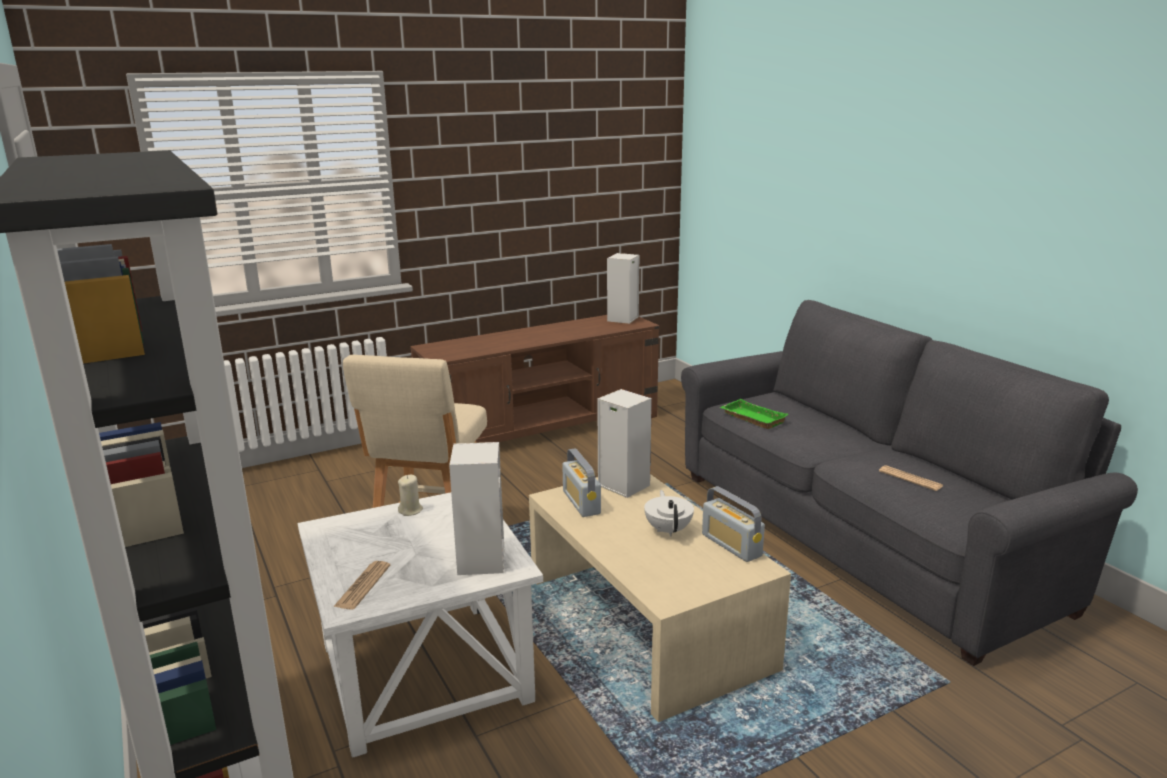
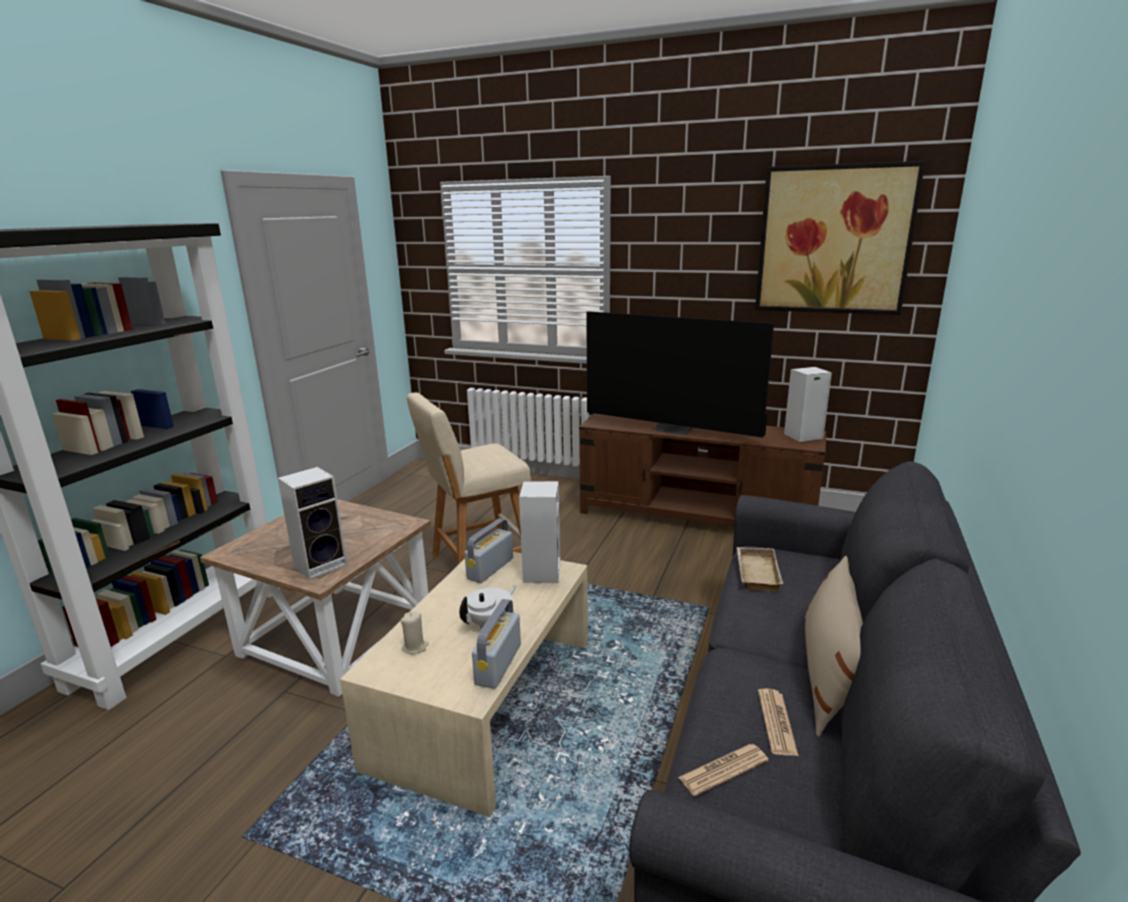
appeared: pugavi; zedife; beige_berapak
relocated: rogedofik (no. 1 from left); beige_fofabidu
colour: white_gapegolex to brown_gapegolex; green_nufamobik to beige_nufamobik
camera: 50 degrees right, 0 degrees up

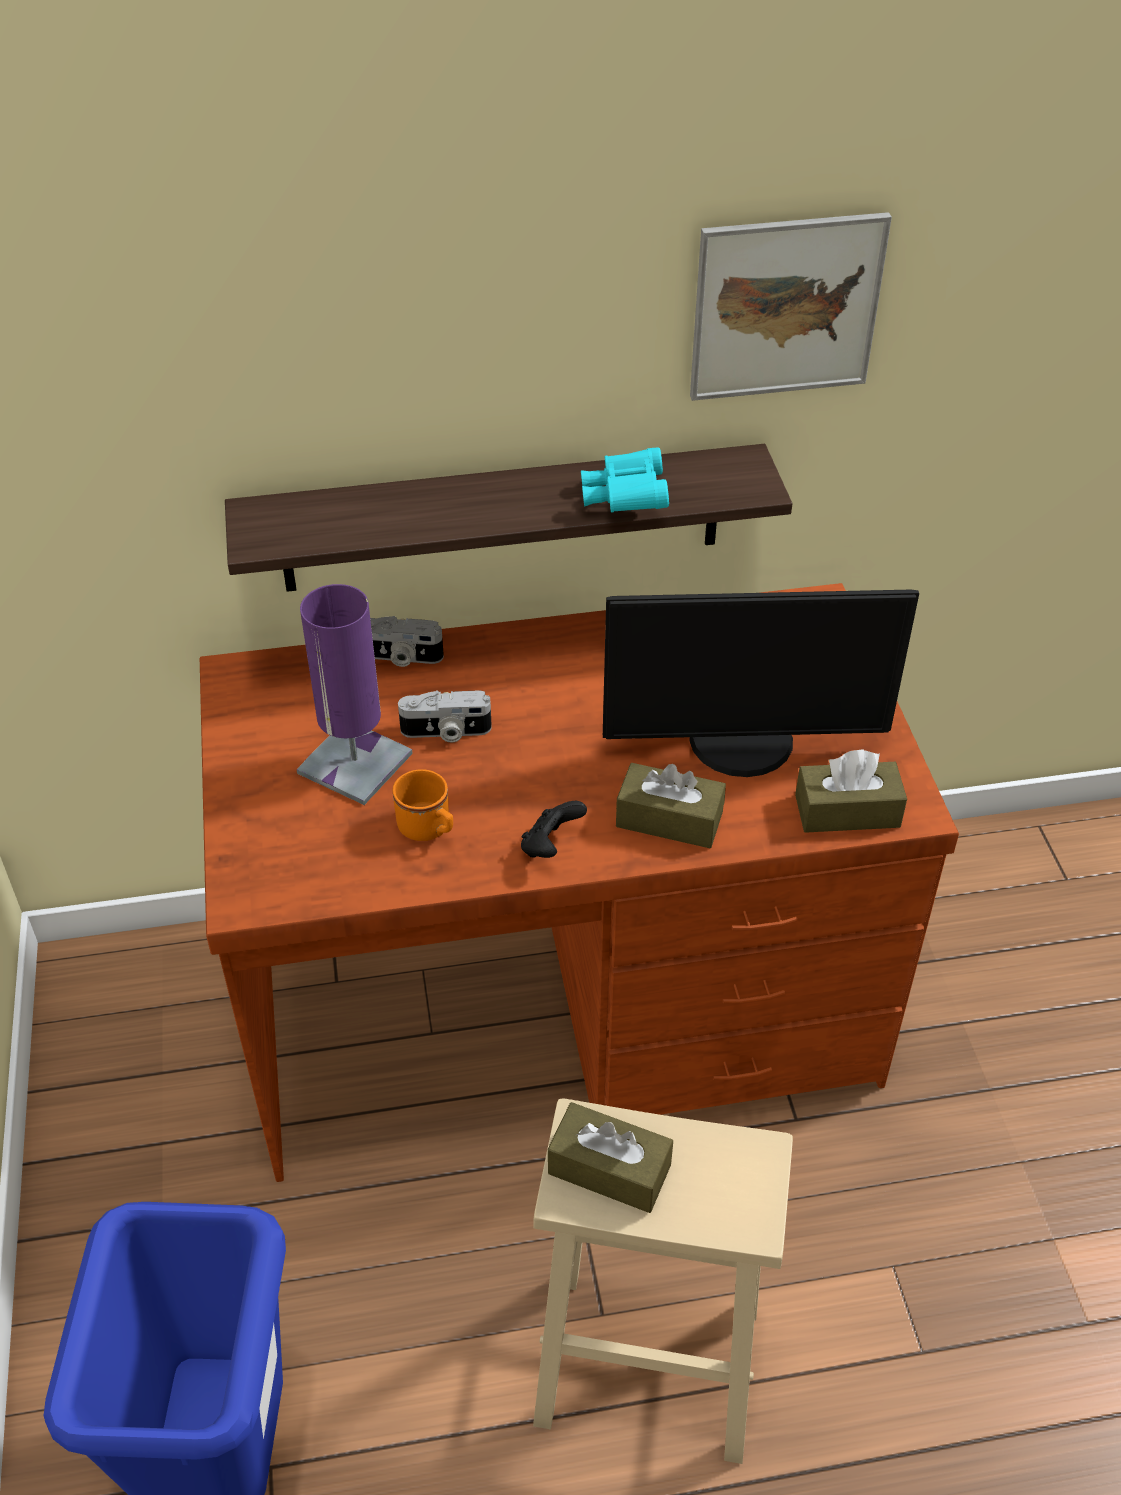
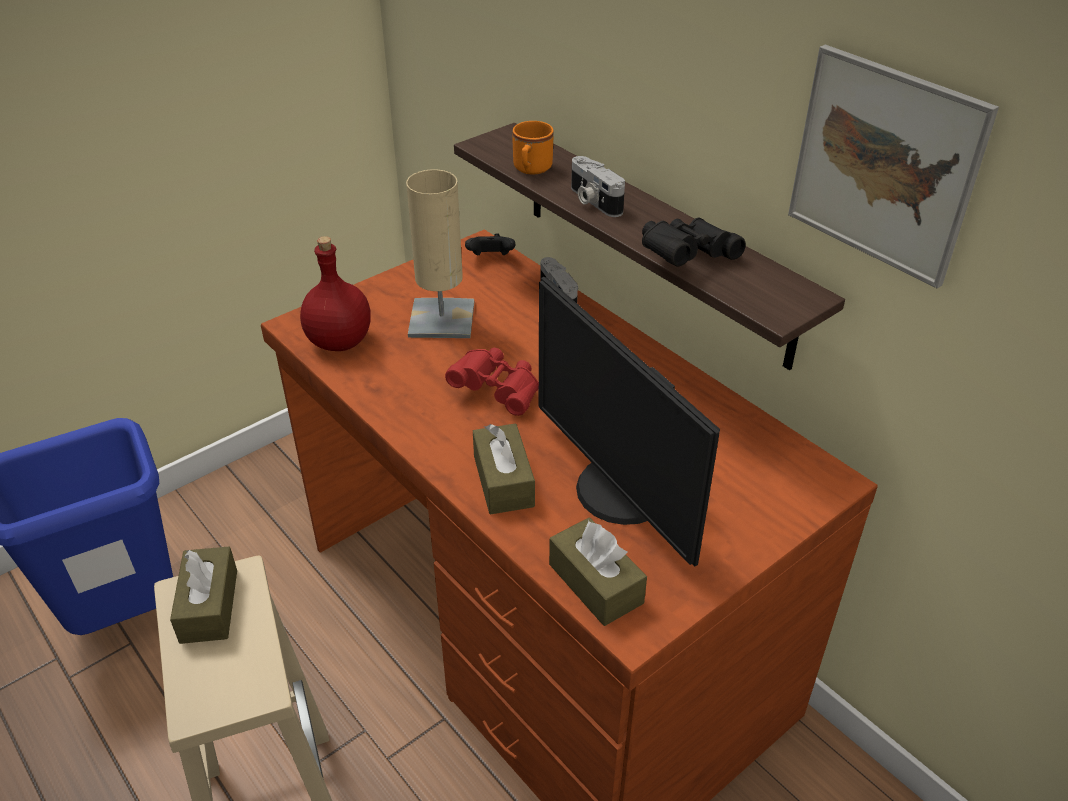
appeared: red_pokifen; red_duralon
relocated: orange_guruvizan; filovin (no. 2 from left); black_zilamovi
colour: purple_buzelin to beige_buzelin; turquoise_duralon to black_duralon
camera: 60 degrees right, 5 degrees down

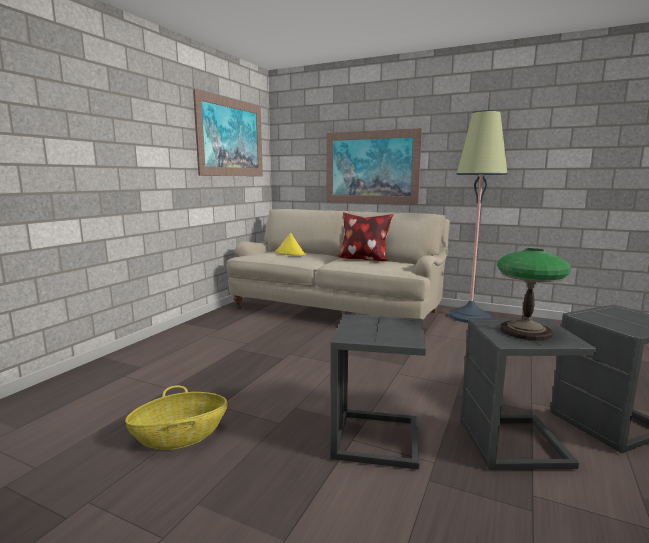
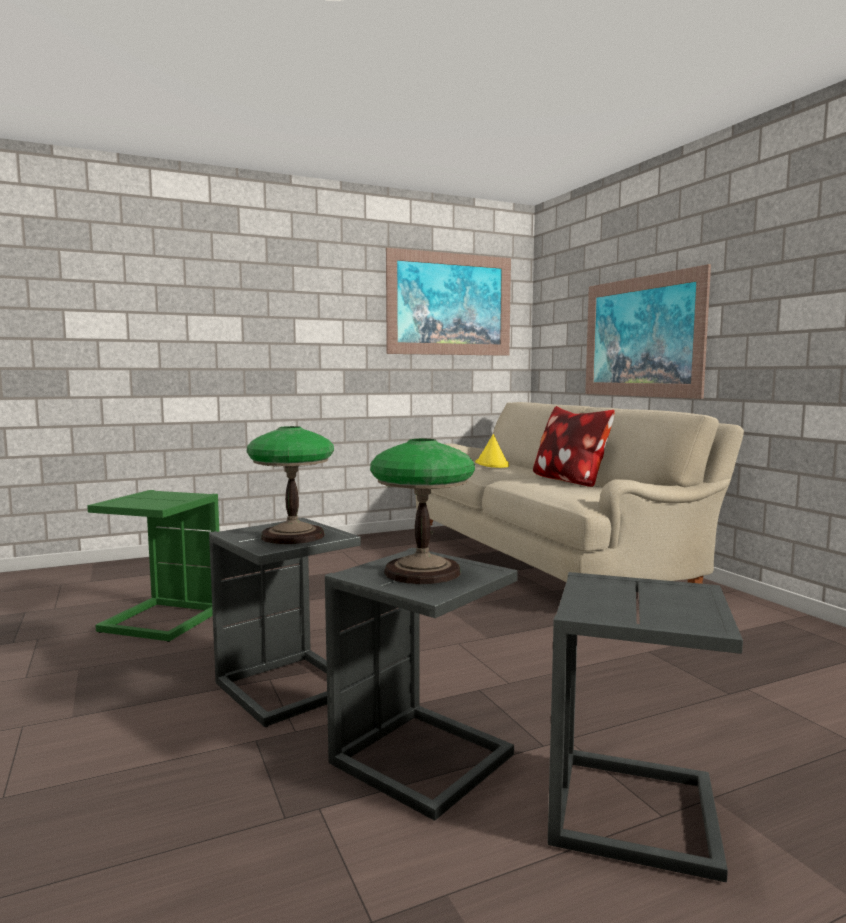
missing: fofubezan
appeared: buzelin (no. 1 from left)
exchanged: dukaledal to green_gapegolex
camera: 40 degrees right, 5 degrees down

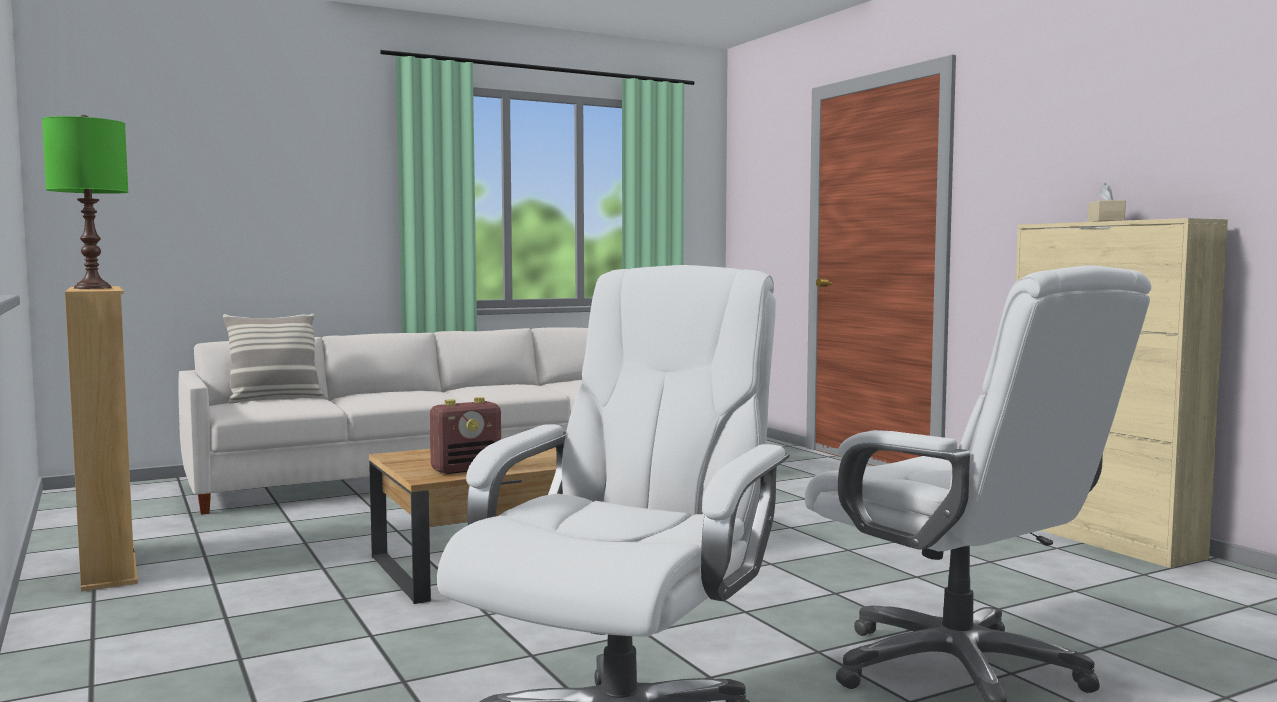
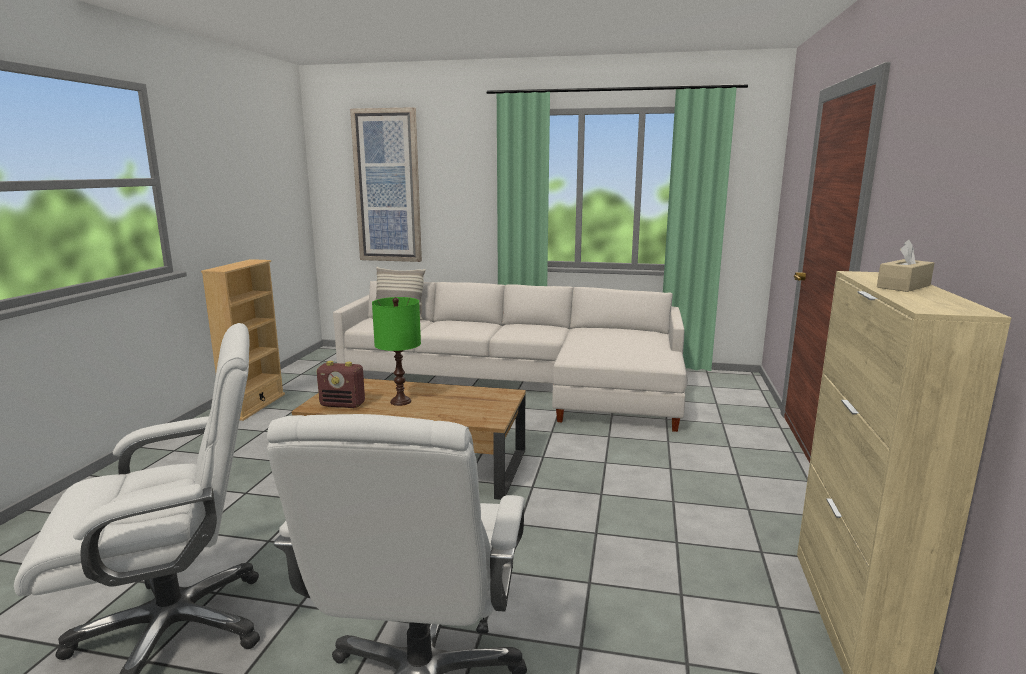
appeared: zedife
relocated: green_buzelin
camera: 40 degrees right, 10 degrees up

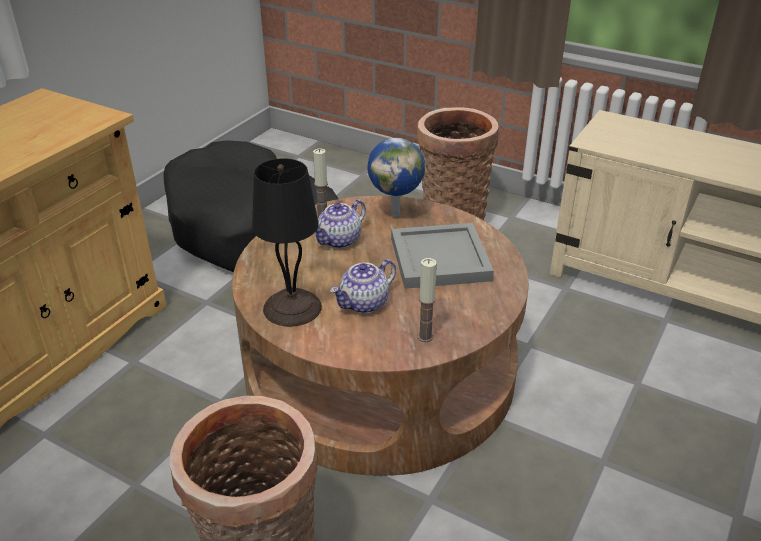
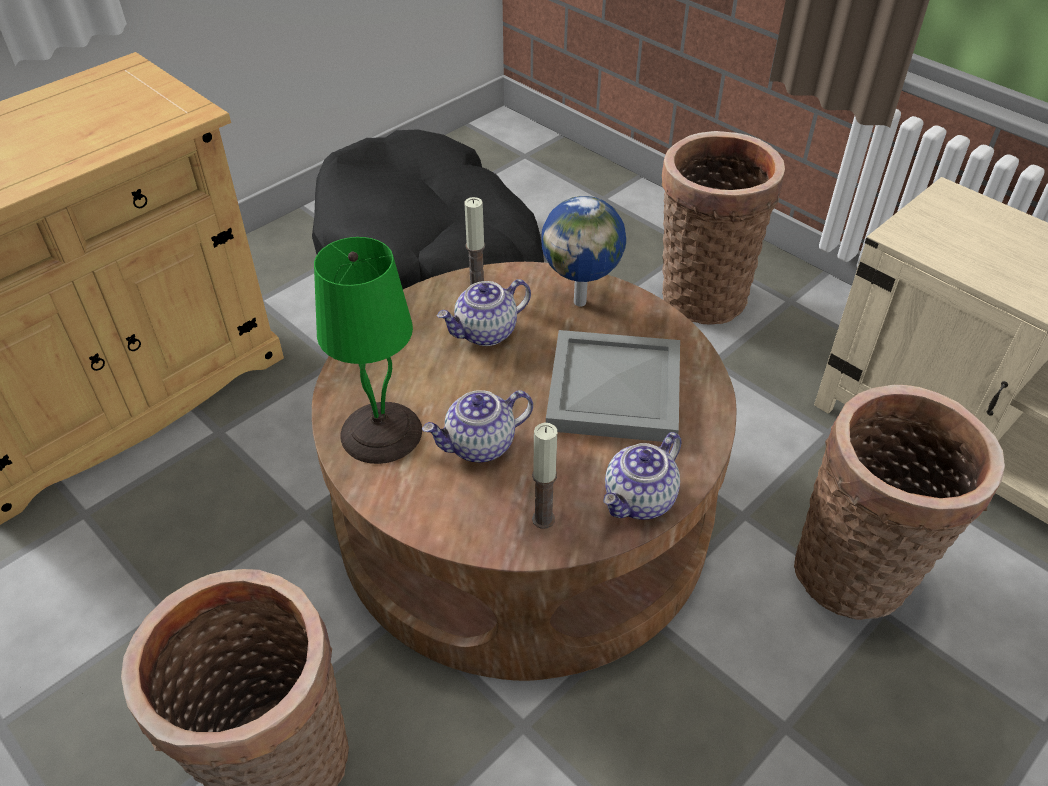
appeared: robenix (no. 3 from left); dukaledal (no. 3 from left)
colour: black_buzelin to green_buzelin
camera: 15 degrees right, 10 degrees up

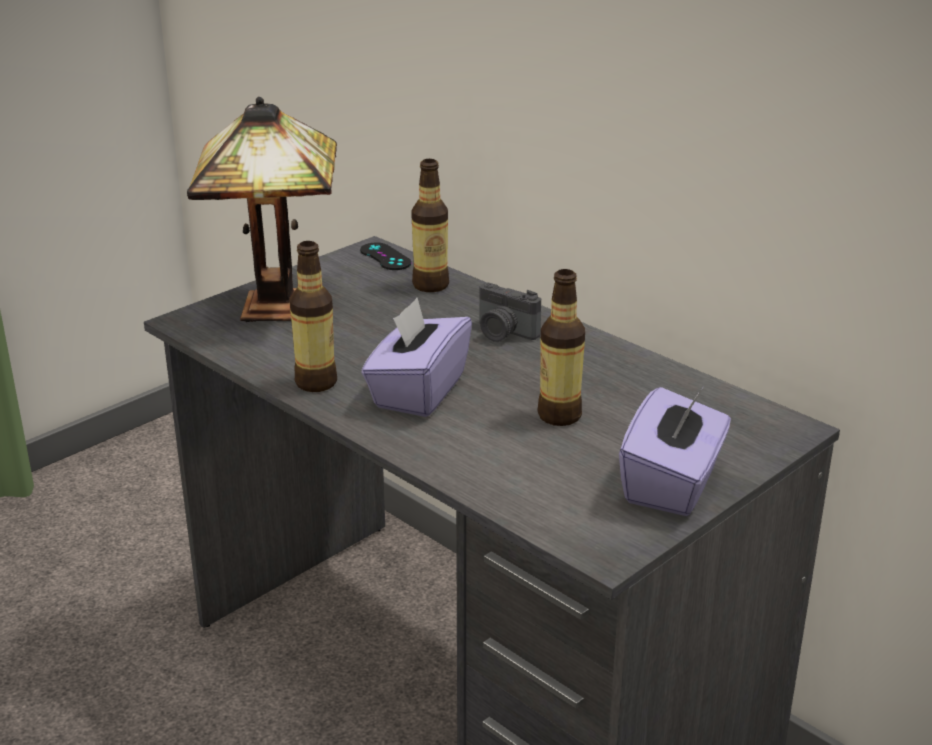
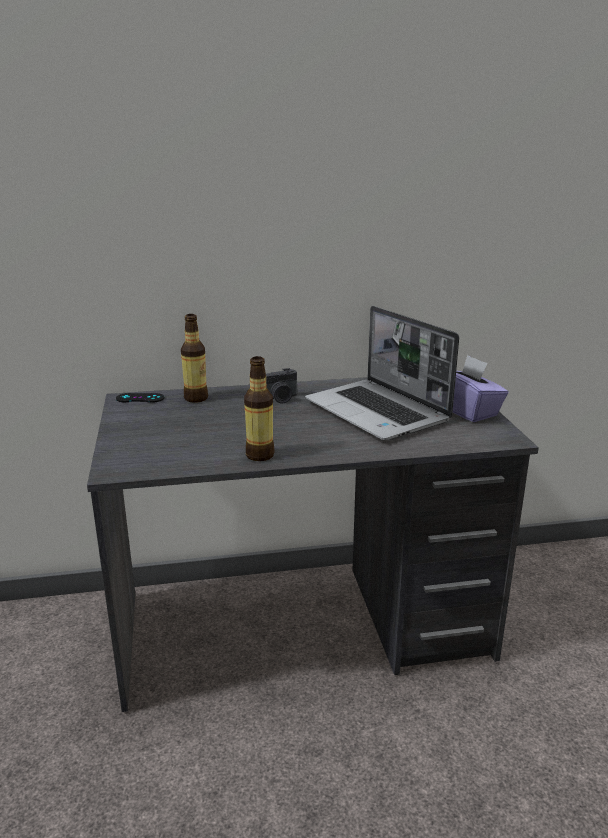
missing: buzelin; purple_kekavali (no. 1 from left)
exchanged: pokifen (no. 3 from left) to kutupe
camera: 55 degrees left, 5 degrees down

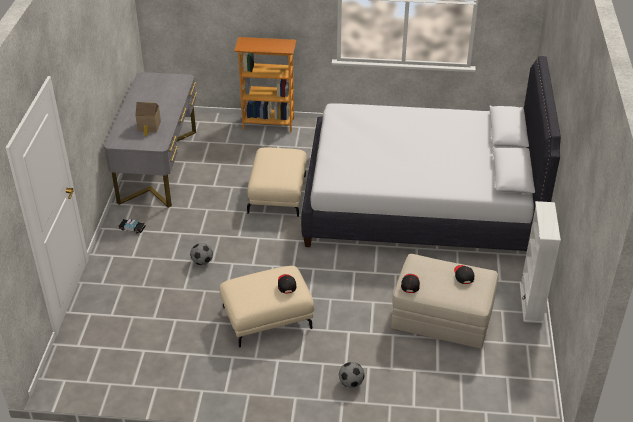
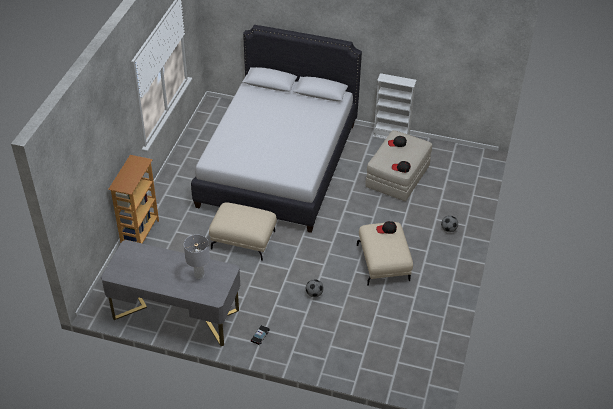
exchanged: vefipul to grey_buzelin
camera: 80 degrees left, 5 degrees up

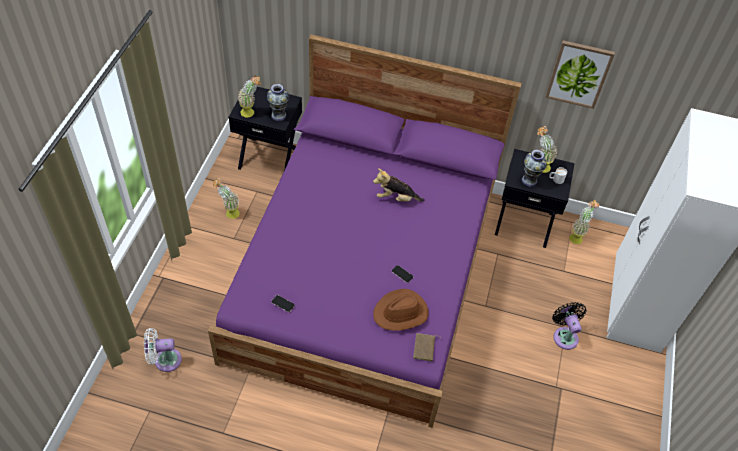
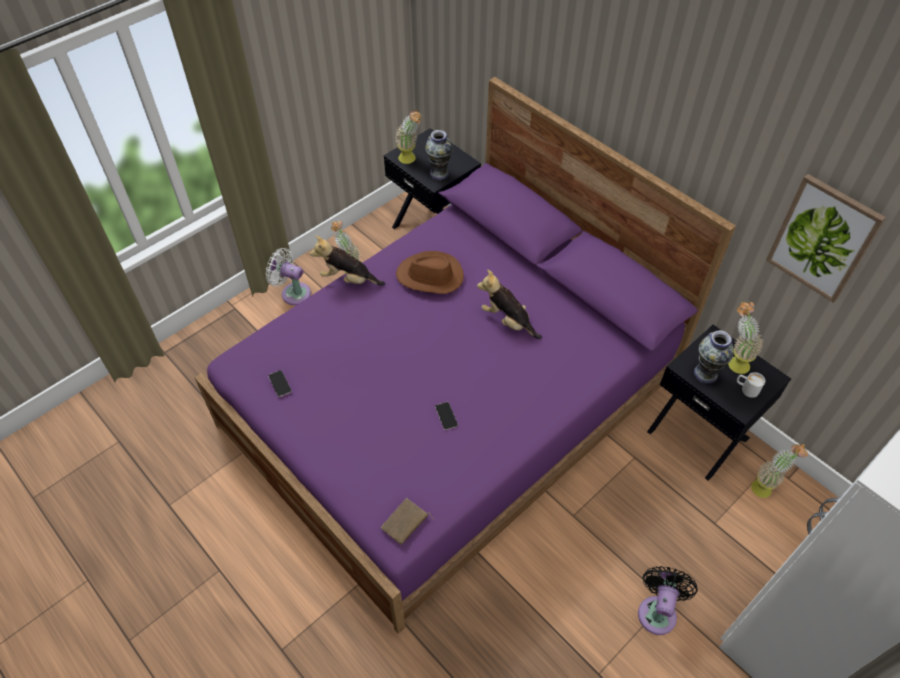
appeared: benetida (no. 1 from left)
relocated: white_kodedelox; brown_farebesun
camera: 35 degrees right, 0 degrees up

